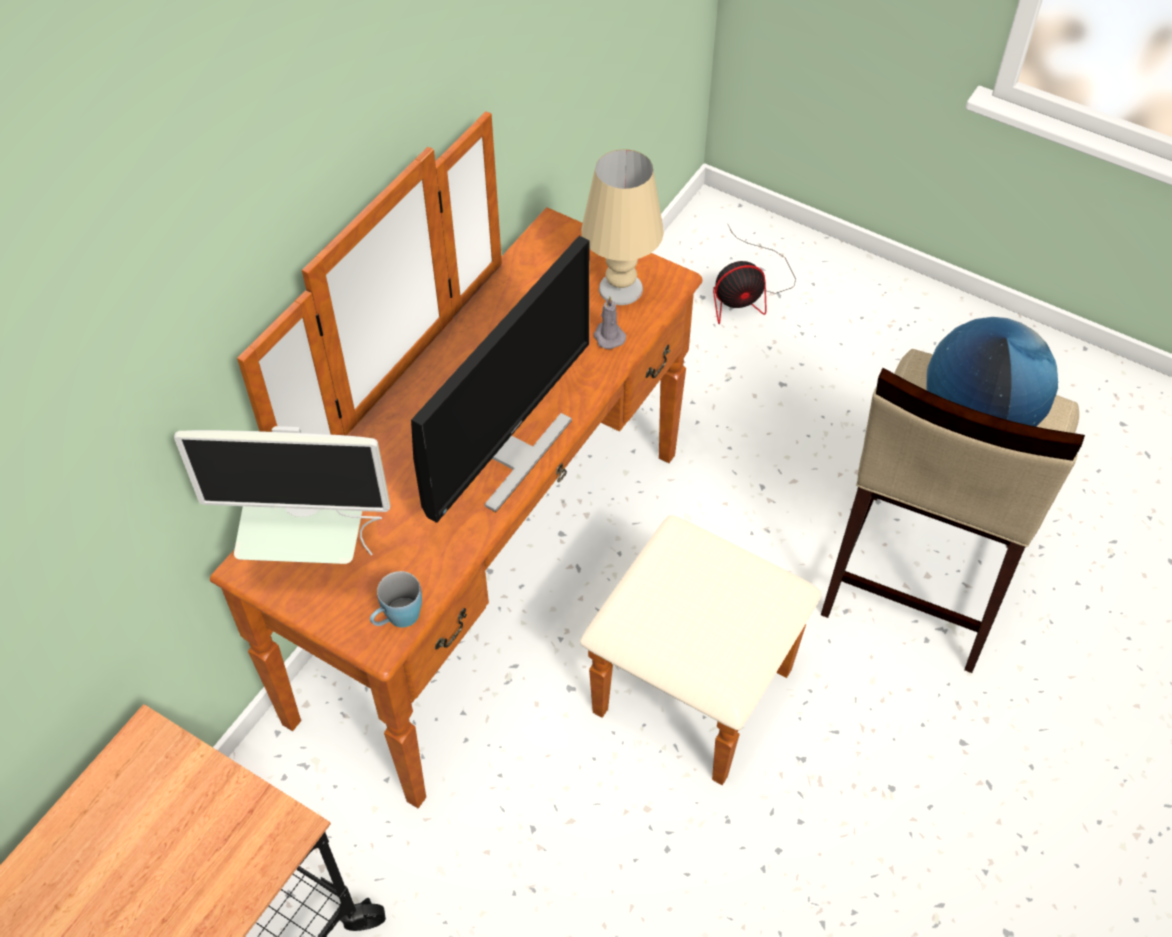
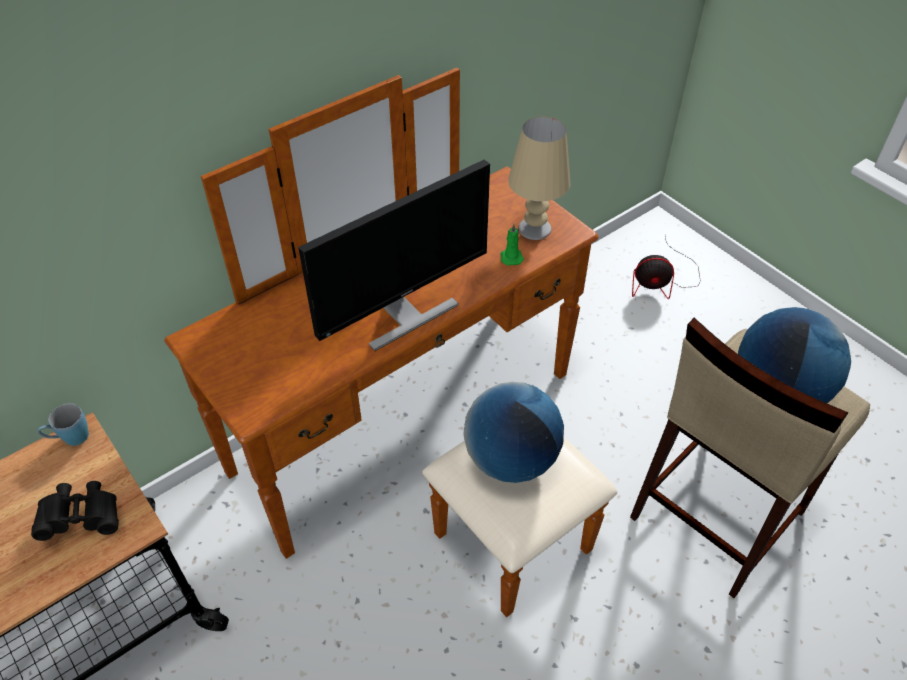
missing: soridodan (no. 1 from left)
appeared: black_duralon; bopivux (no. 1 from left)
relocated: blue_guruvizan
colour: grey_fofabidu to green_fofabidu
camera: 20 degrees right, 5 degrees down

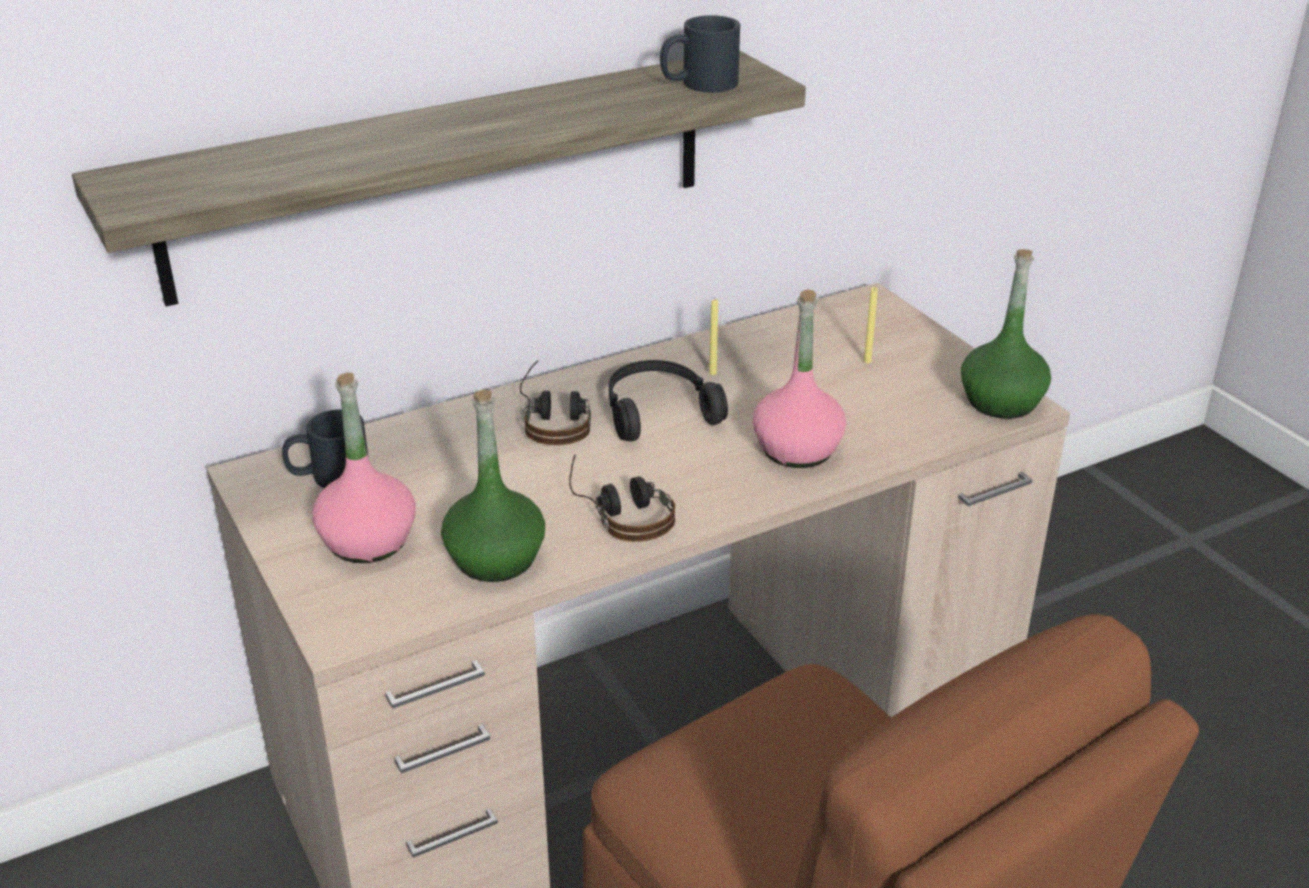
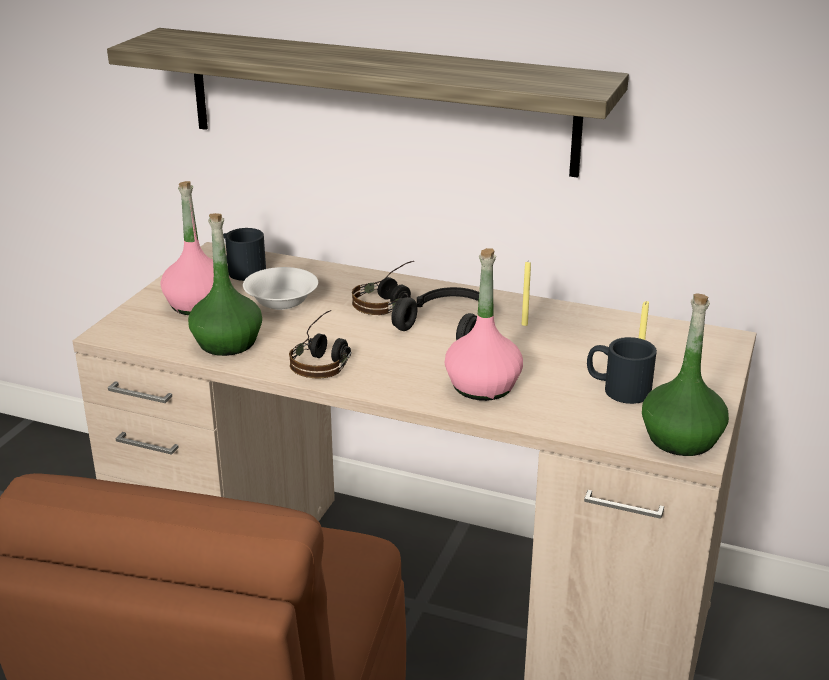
appeared: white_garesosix
relocated: black_guruvizan (no. 2 from left)
camera: 50 degrees right, 5 degrees down

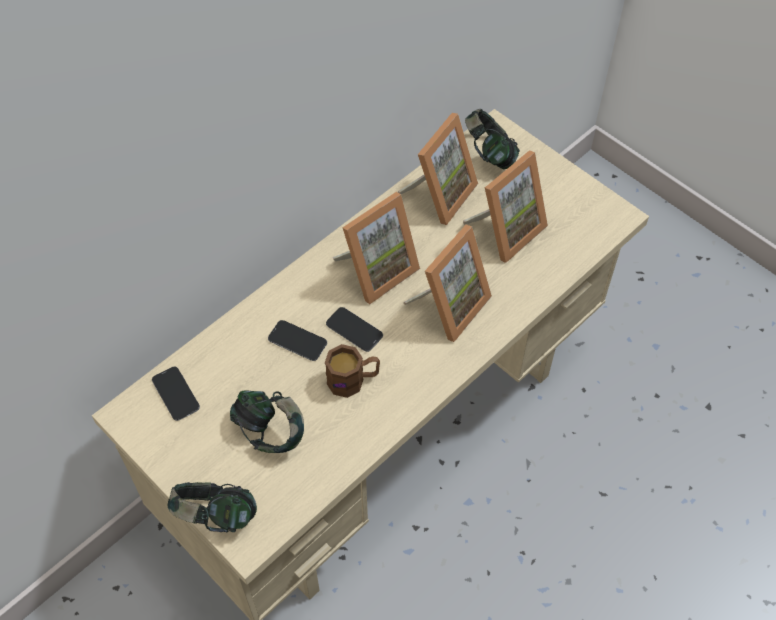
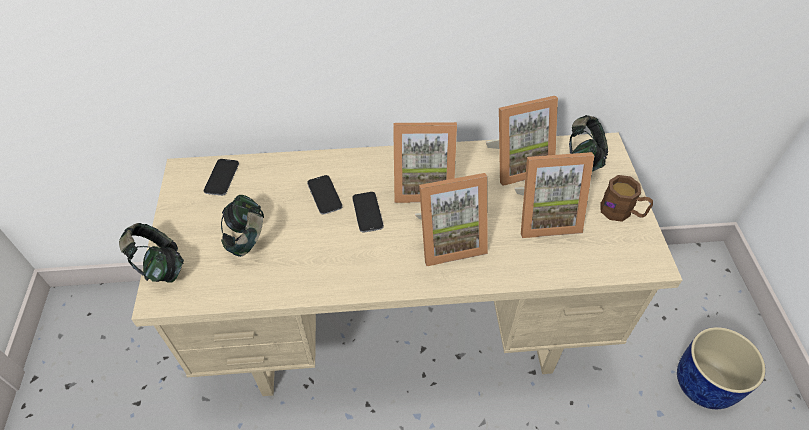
appeared: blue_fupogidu
relocated: brown_guruvizan
camera: 40 degrees right, 5 degrees down

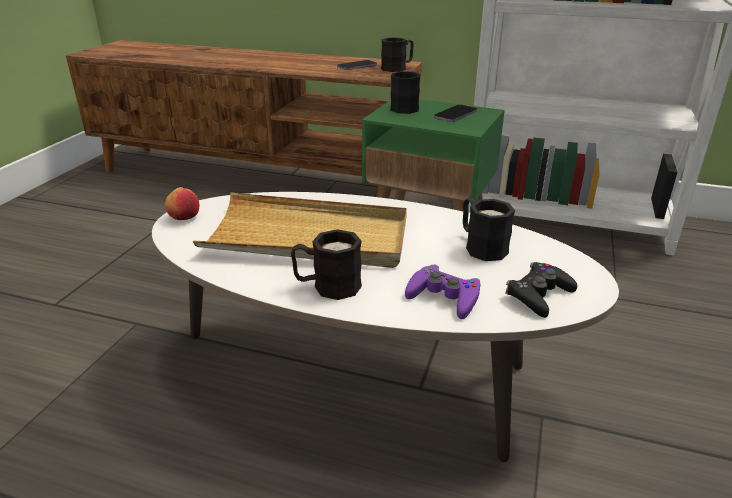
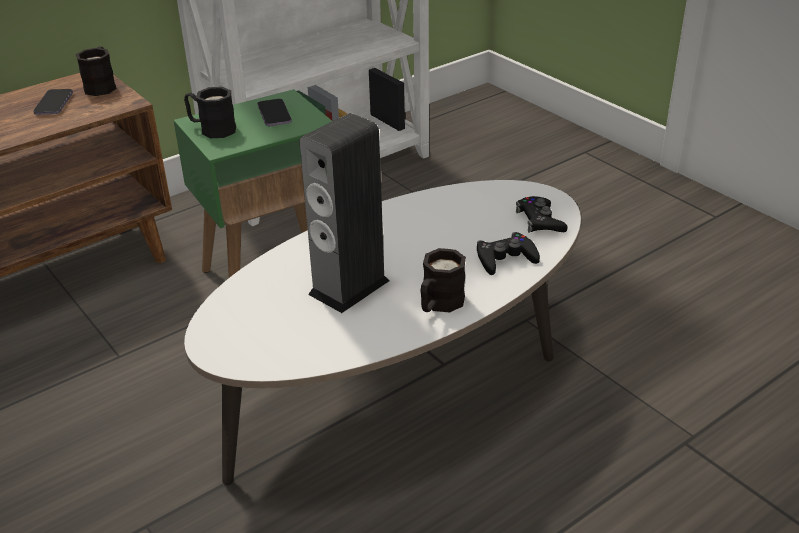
missing: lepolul; black_guruvizan (no. 4 from left)
exchanged: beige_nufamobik to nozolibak
colour: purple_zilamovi to black_zilamovi (no. 1 from left)
camera: 55 degrees left, 5 degrees up

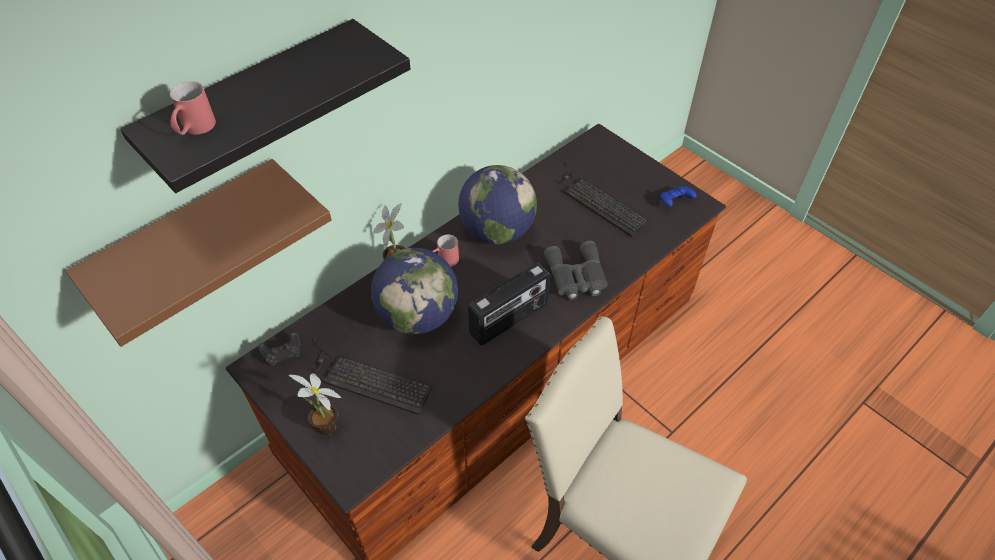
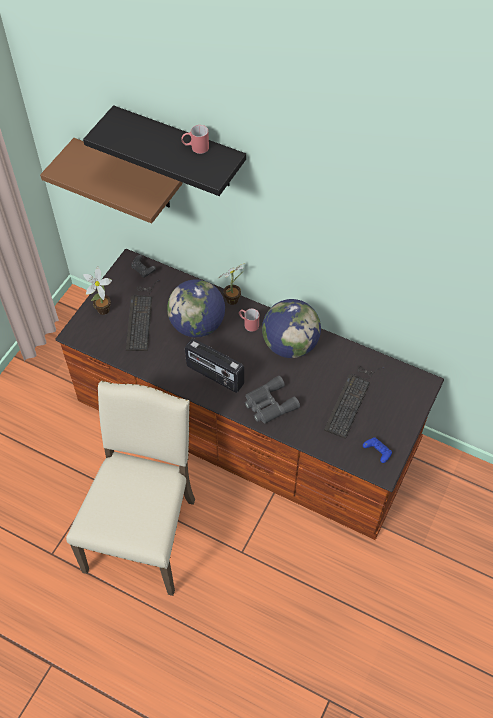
relocated: red_guruvizan (no. 1 from left)
camera: 70 degrees right, 5 degrees up

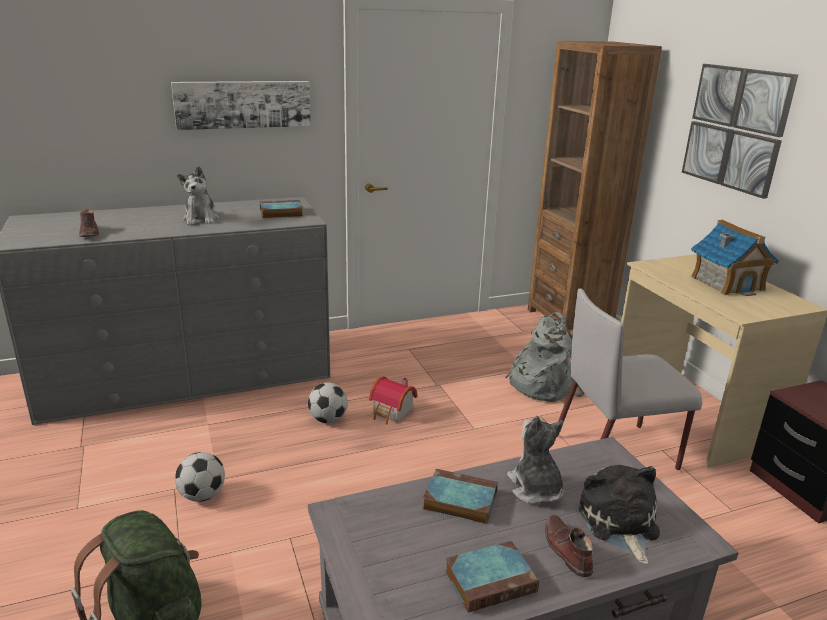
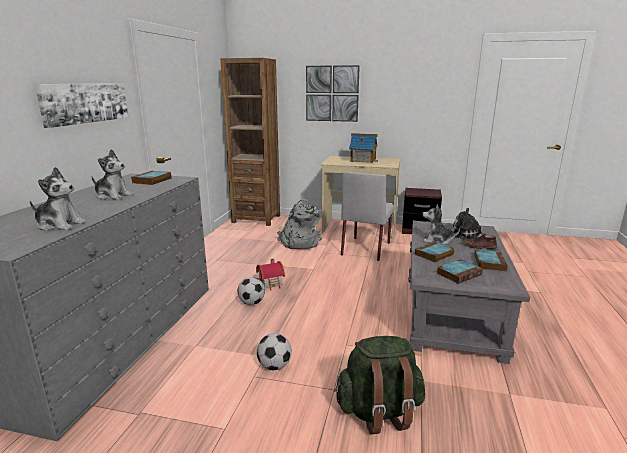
appeared: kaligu (no. 3 from left)
exchanged: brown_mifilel (no. 1 from left) to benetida (no. 1 from left)
camera: 55 degrees left, 5 degrees down

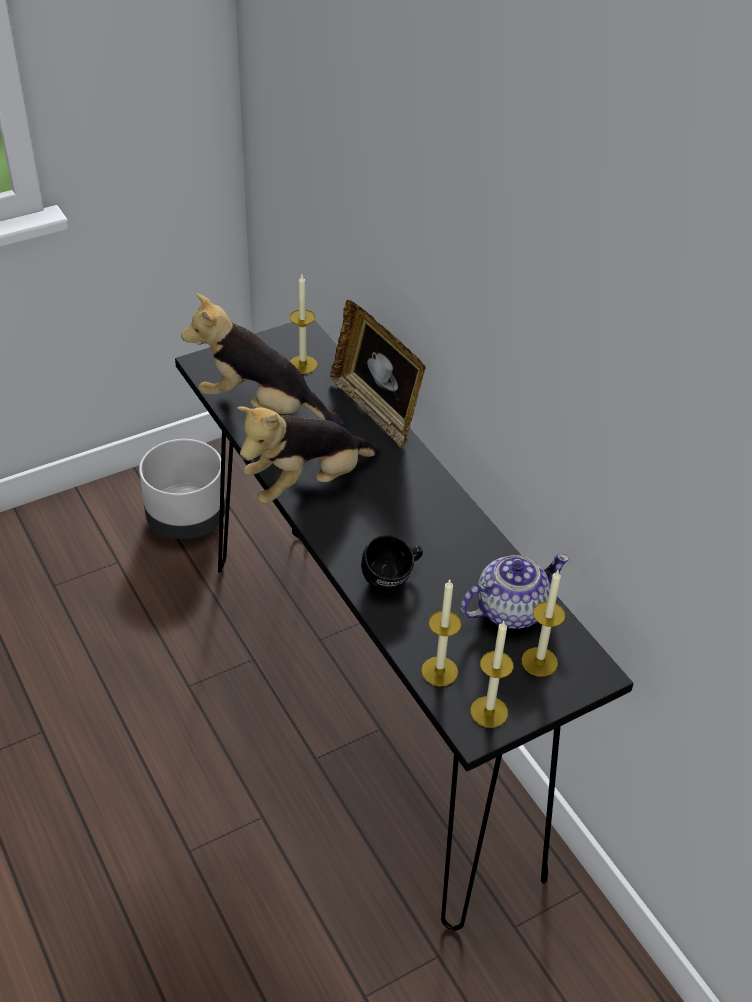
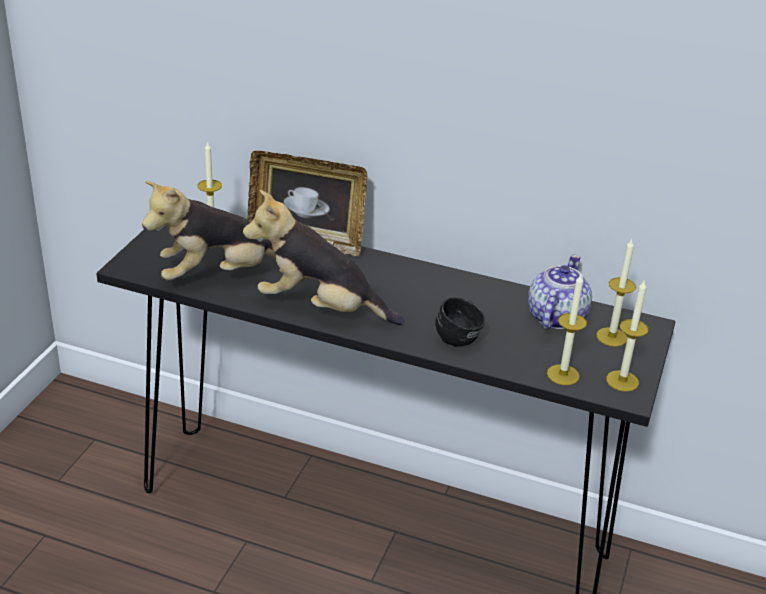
missing: grey_fupogidu
spun: benetida (no. 2 from left) 90 degrees clockwise
camera: 40 degrees left, 10 degrees down

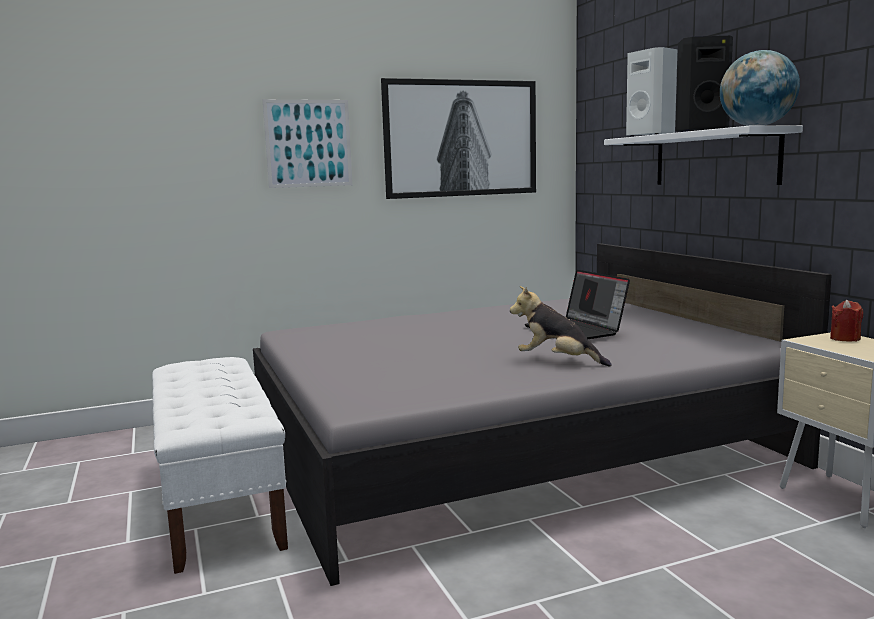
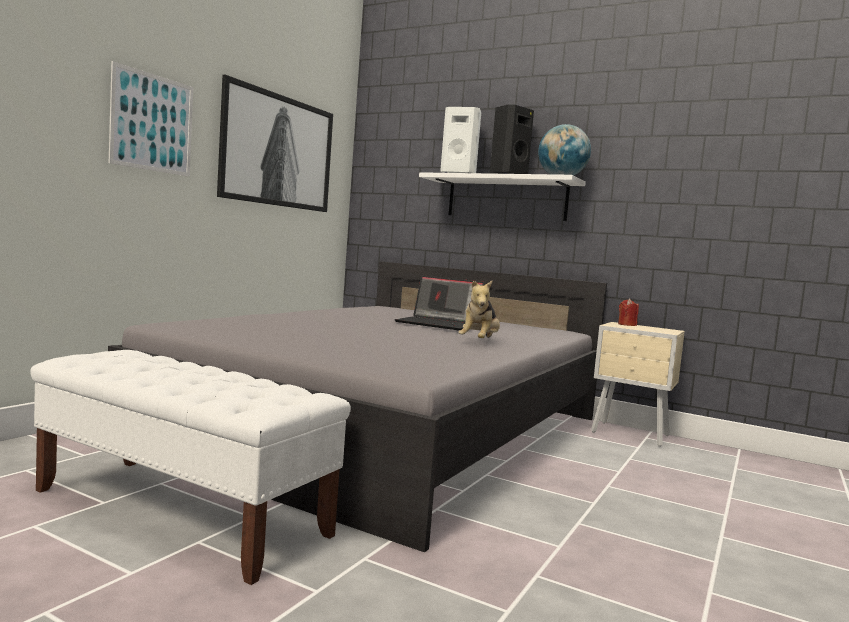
spun: benetida 60 degrees counterclockwise
camera: 40 degrees left, 5 degrees down

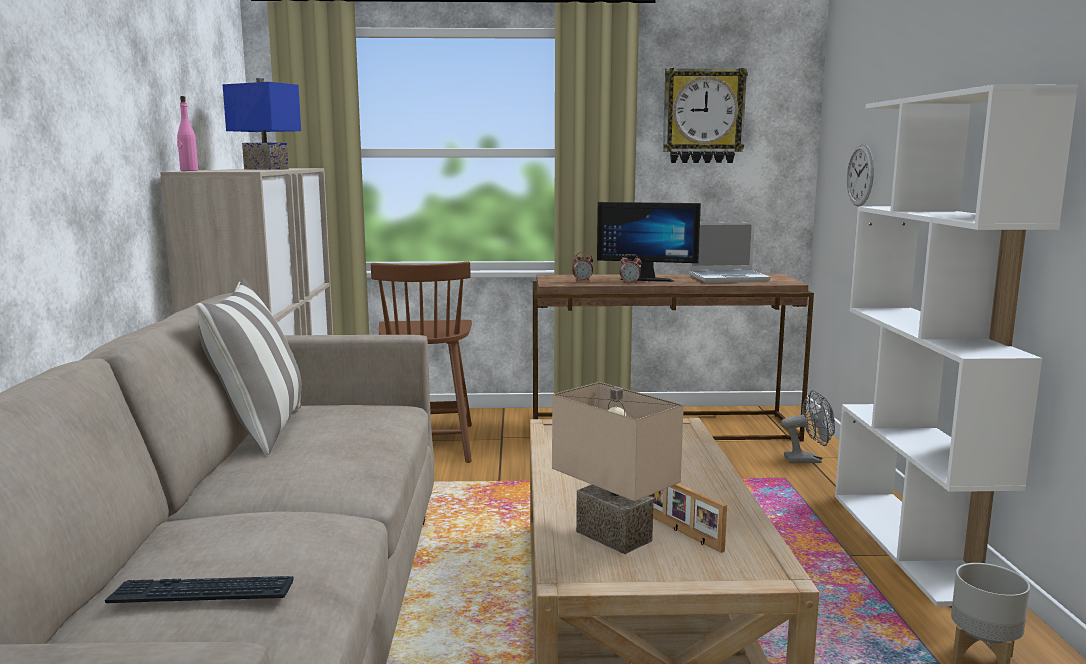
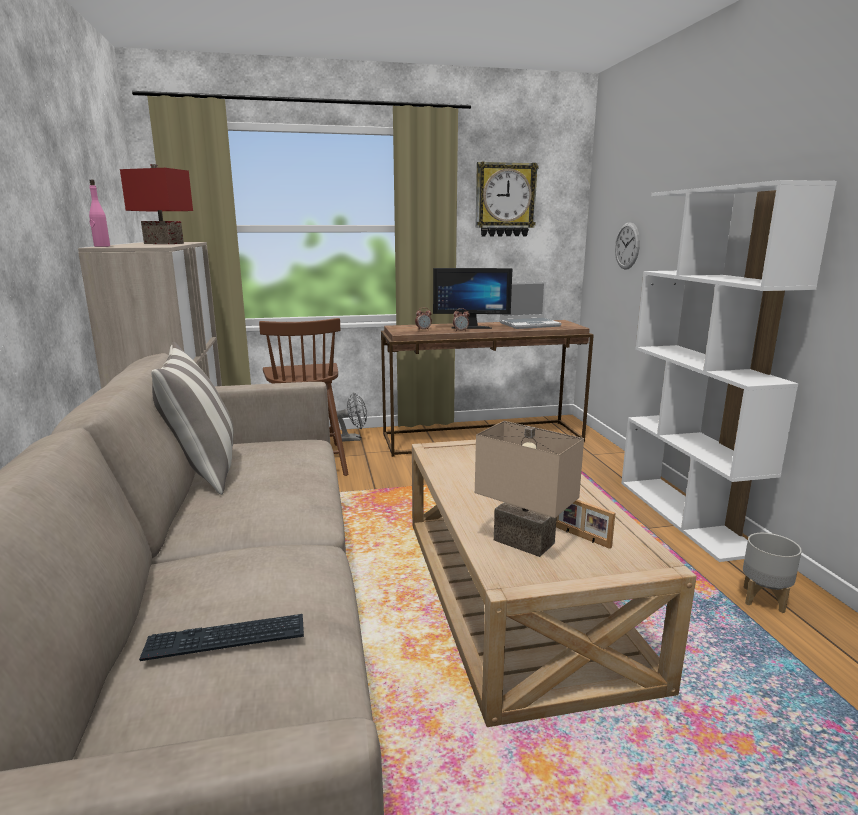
relocated: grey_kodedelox
colour: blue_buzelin to red_buzelin
camera: 10 degrees left, 5 degrees up

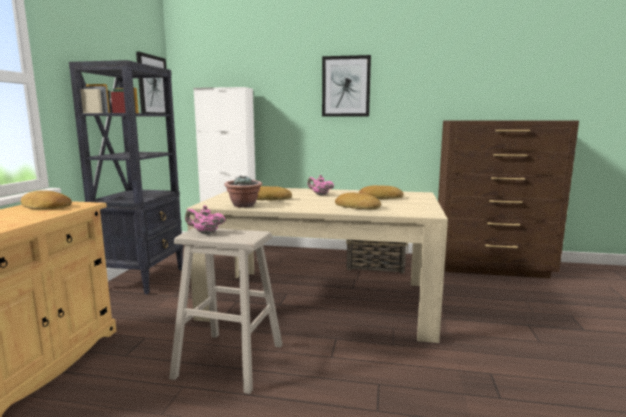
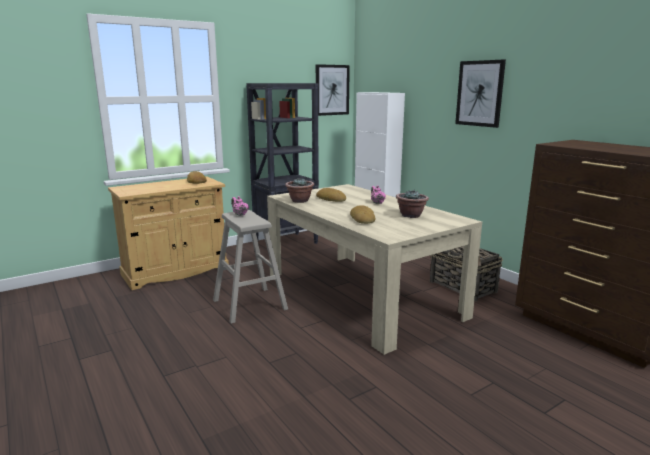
exchanged: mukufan (no. 4 from left) to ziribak (no. 2 from left)
camera: 45 degrees right, 5 degrees up

